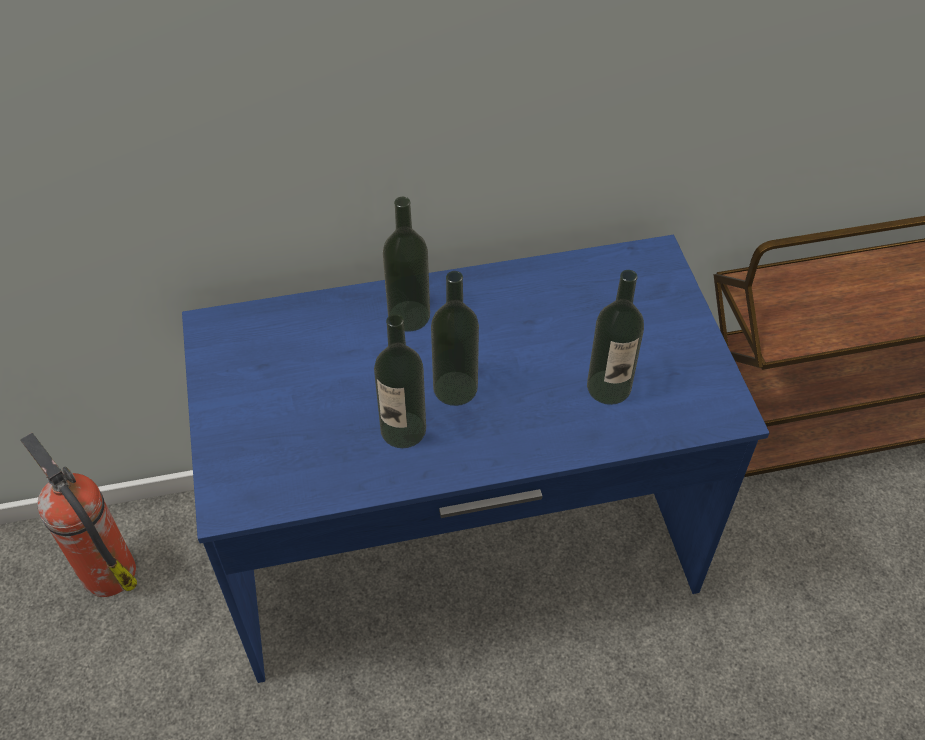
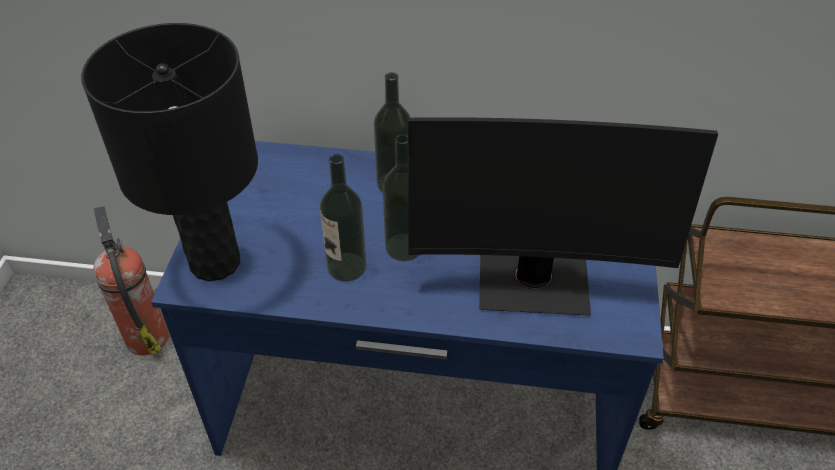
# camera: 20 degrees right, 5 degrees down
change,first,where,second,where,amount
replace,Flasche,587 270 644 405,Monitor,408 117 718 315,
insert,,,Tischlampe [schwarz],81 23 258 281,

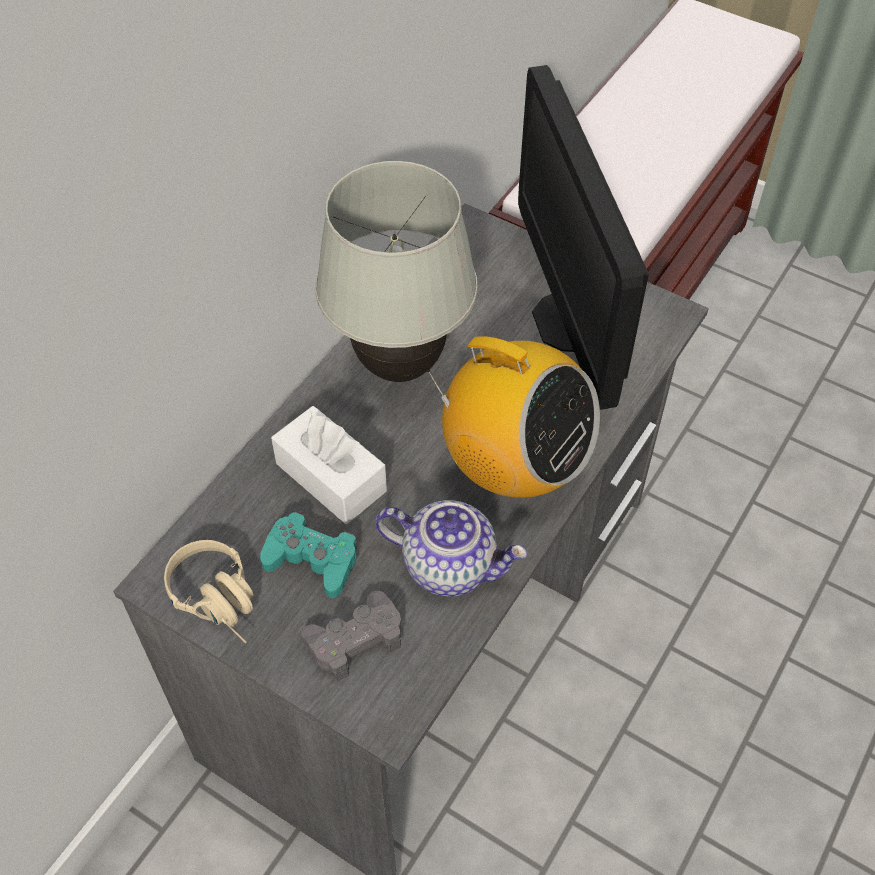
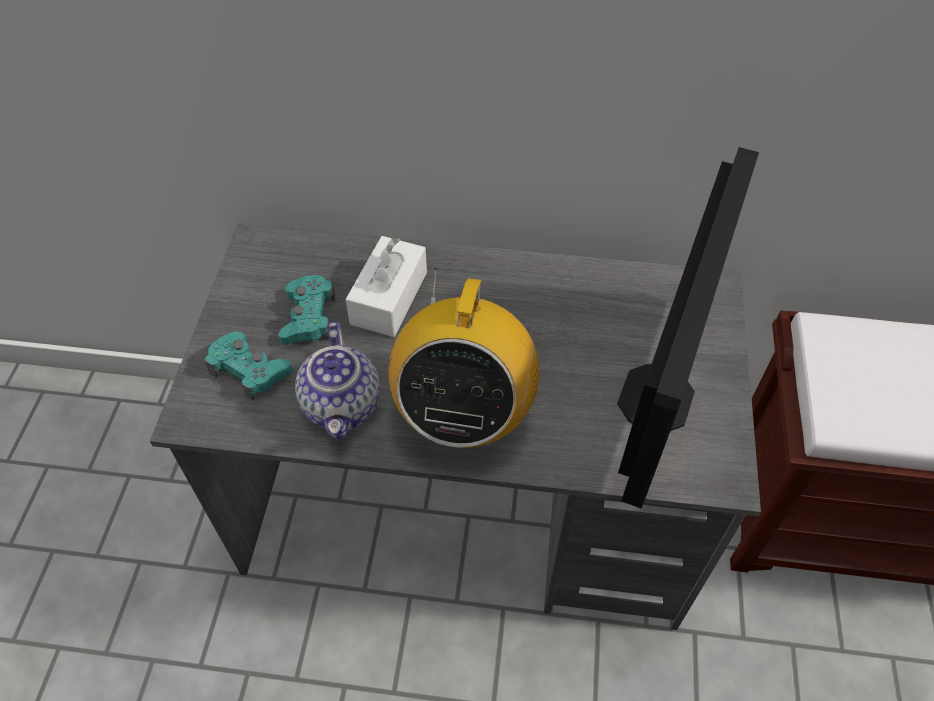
# camera: 65 degrees right, 0 degrees up
change,first,where,second,where,amount
delete,Kopfhörer [beige],164 540 254 644,,,
recolor,Gamepad [grau],302 591 401 681,Gamepad [türkis],205 331 292 401,
delete,Tischlampe [weiß],315 161 478 382,,,
rotate,Monitor,518 65 649 410,,617 147 759 508,150 degrees clockwise

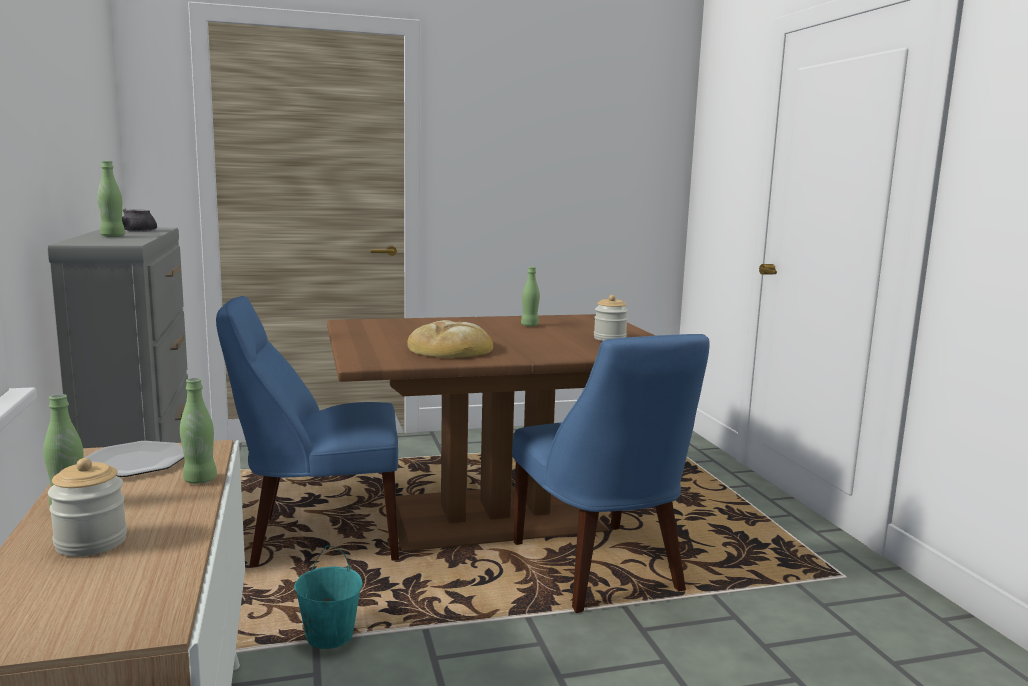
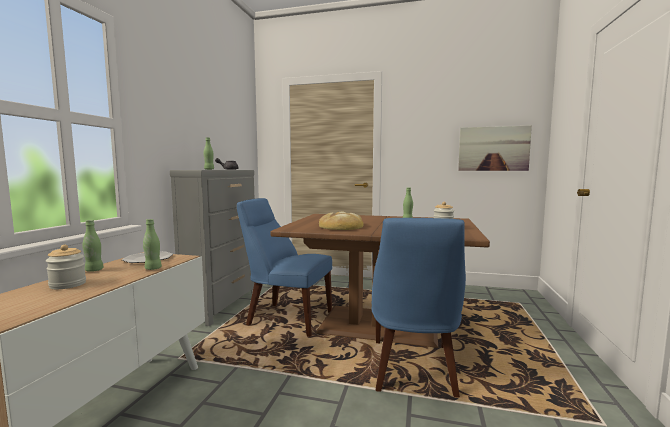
# camera: 30 degrees right, 5 degrees down
change,first,where,second,where,amount
delete,Eimer [türkis],294 546 362 649,,,
insert,,,Bild,458 125 532 171,

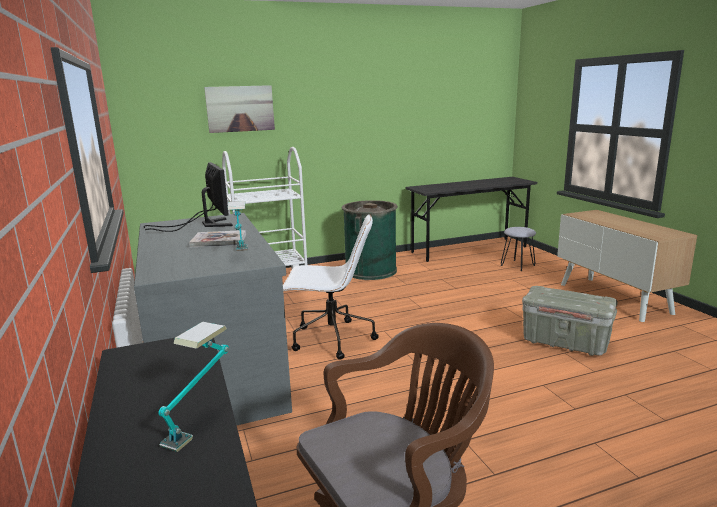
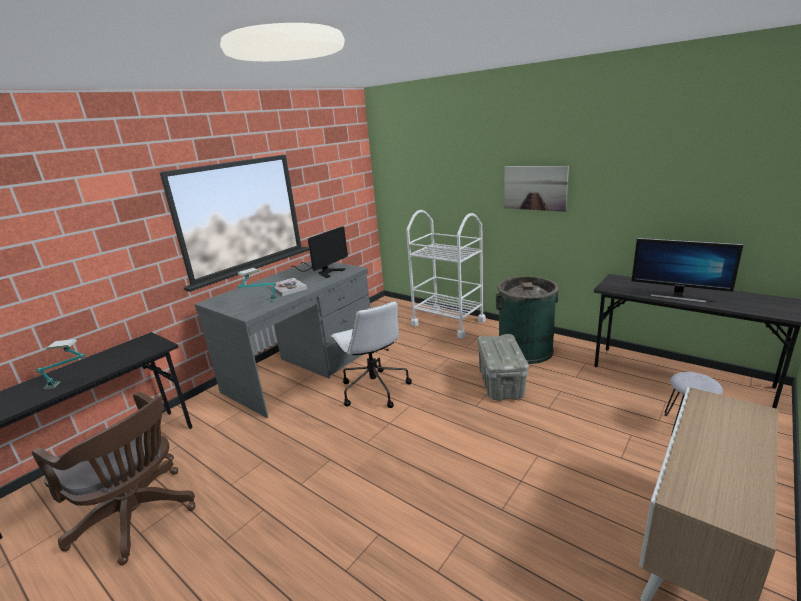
# camera: 60 degrees right, 5 degrees up
change,first,where,second,where,amount
move,Bild,204 85 275 133,,504 166 569 212,
move,Aufbewahrungsbox [grau],522 286 617 356,,477 334 529 401,
insert,,,Monitor,632 238 743 303,

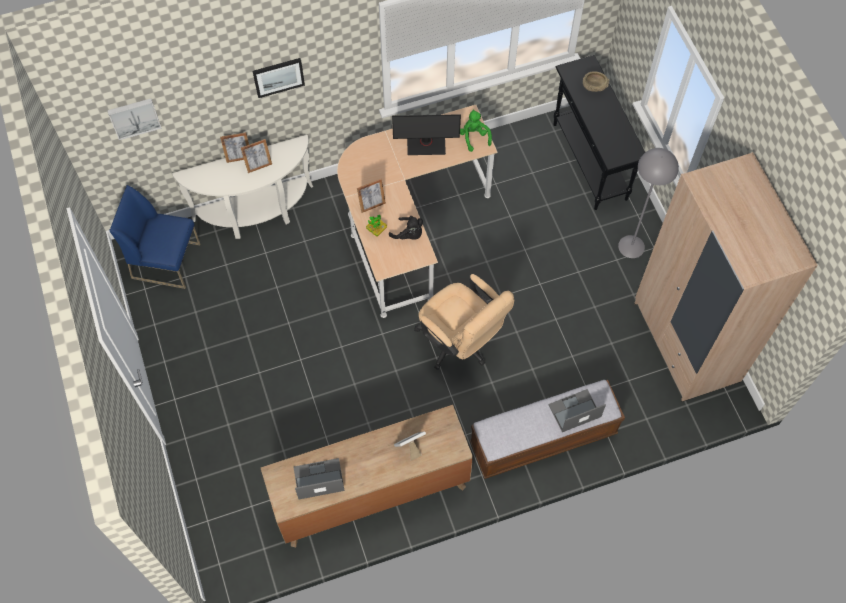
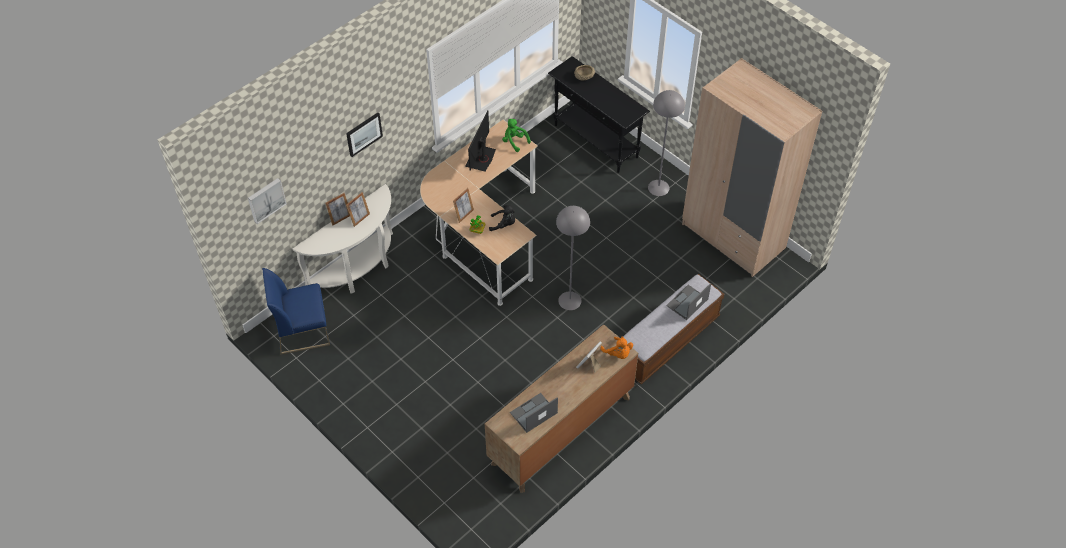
# camera: 25 degrees left, 10 degrees down
change,first,where,second,where,amount
rotate,Monitor,392 114 461 155,,465 110 496 172,135 degrees clockwise
replace,Bürostuhl [beige],414 274 514 370,Stehlampe [grau],556 206 590 310,
insert,,,Plüschtier [orange],601 336 633 359,

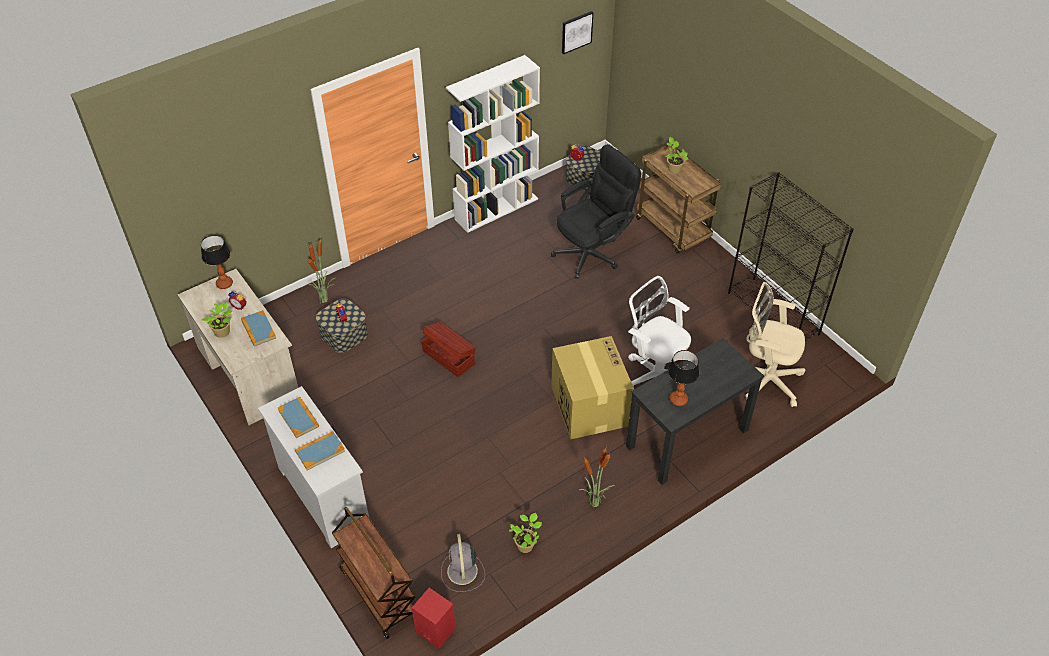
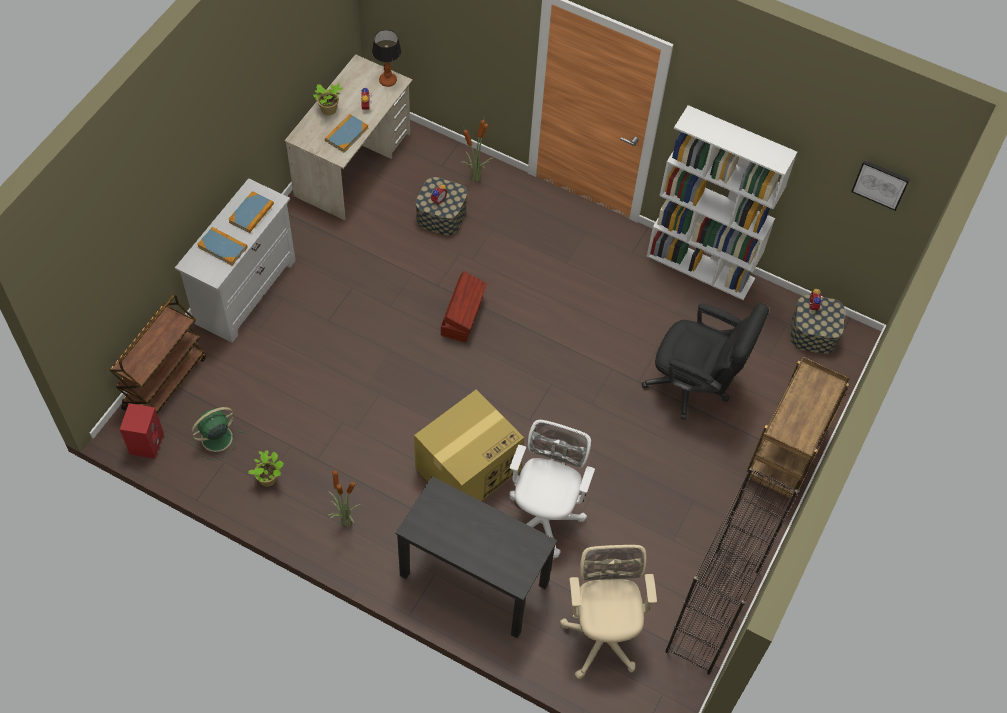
# camera: 60 degrees right, 10 degrees up
change,first,where,second,where,amount
recolor,Ventilator [grau],441 534 485 592,Ventilator [grün],191 407 242 460,
delete,Topfpflanze,666 137 688 174,,,
delete,Tischlampe,668 350 699 406,,,

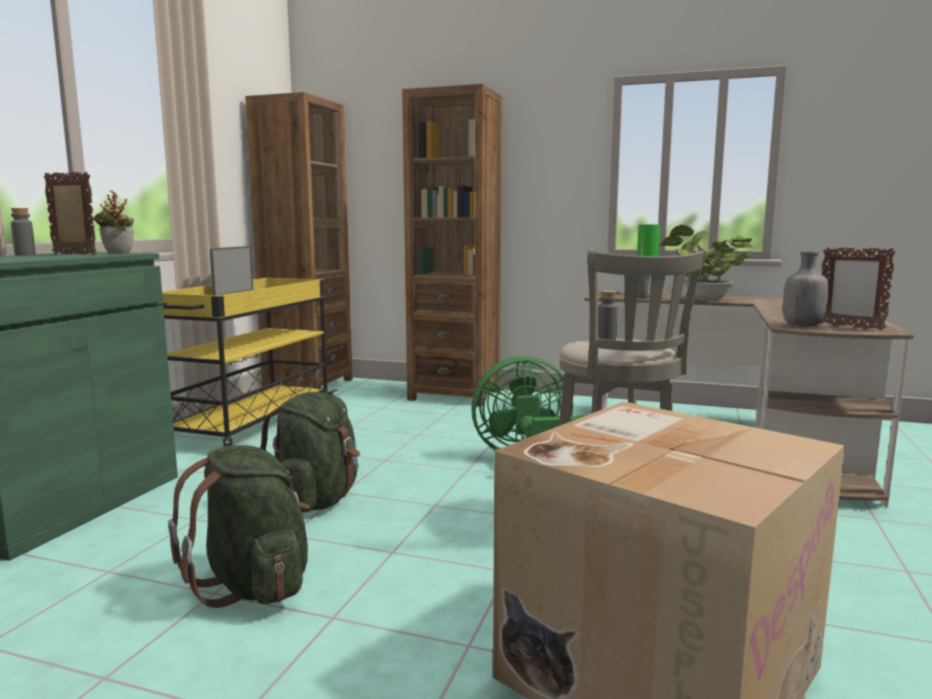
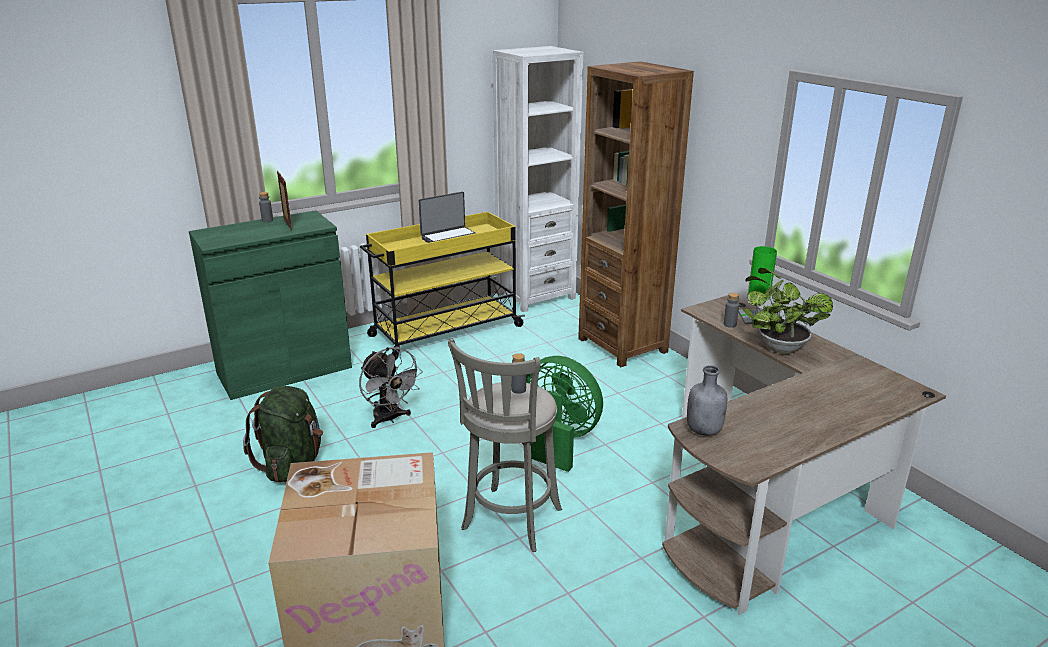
# camera: 40 degrees right, 15 degrees up
change,first,where,second,where,amount
delete,Topfpflanze,93 191 134 254,,,
recolor,Bücherregal [braun],245 92 353 388,Bücherregal [weiß],492 46 583 312,
replace,Rucksack [grün],260 392 360 513,Ventilator [grau],359 347 423 428,
delete,Bilderrahmen,820 247 896 331,,,

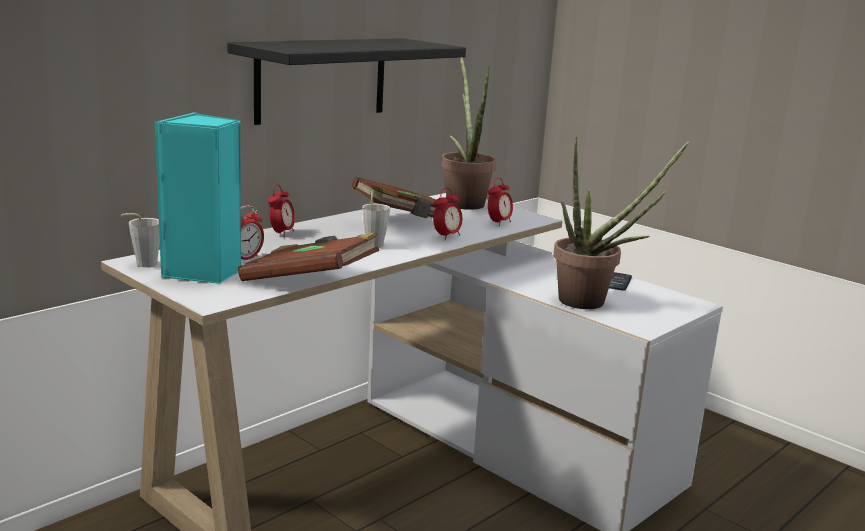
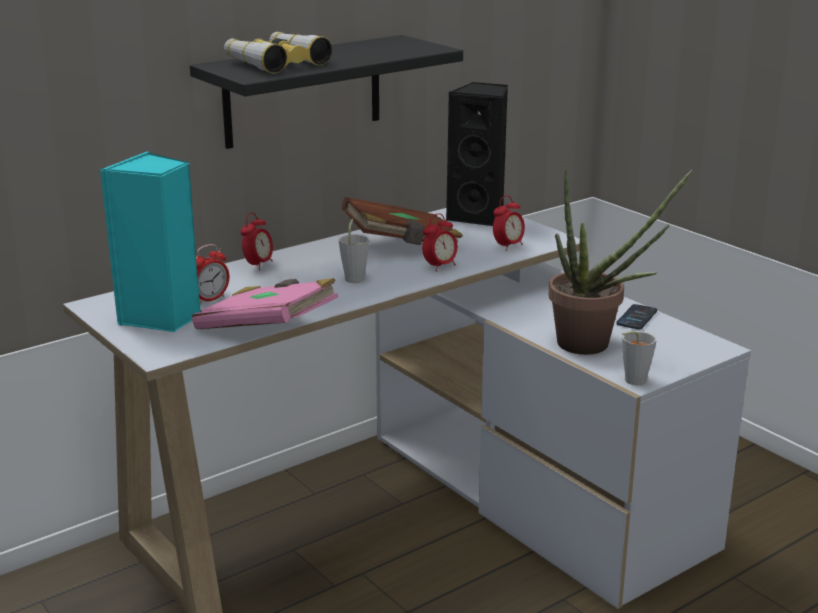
# camera: 10 degrees right, 5 degrees up
change,first,where,second,where,amount
move,Tasse [grau],121 213 160 267,,622 331 657 385,
recolor,Buch [braun],238 232 379 281,Buch [rosa],192 278 338 329,
replace,Topfpflanze,441 57 497 210,Lautsprecher [schwarz],446 82 508 226,
insert,,,Fernglas,224 32 332 73,

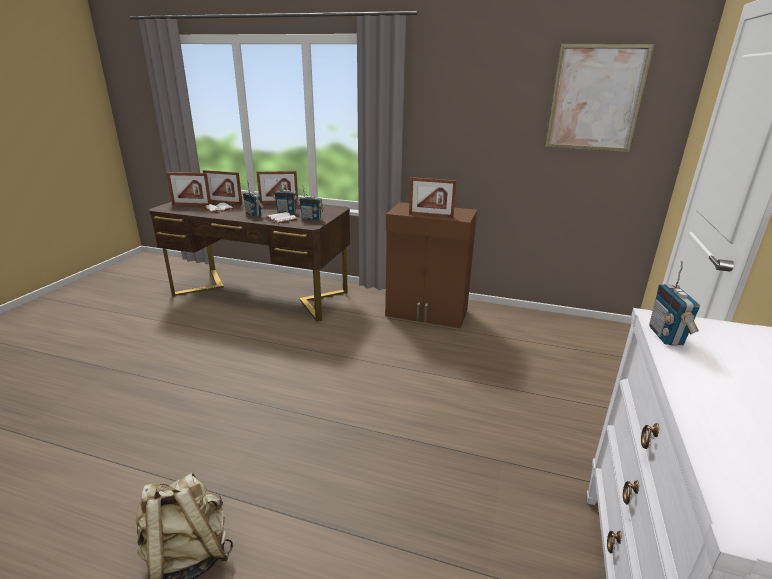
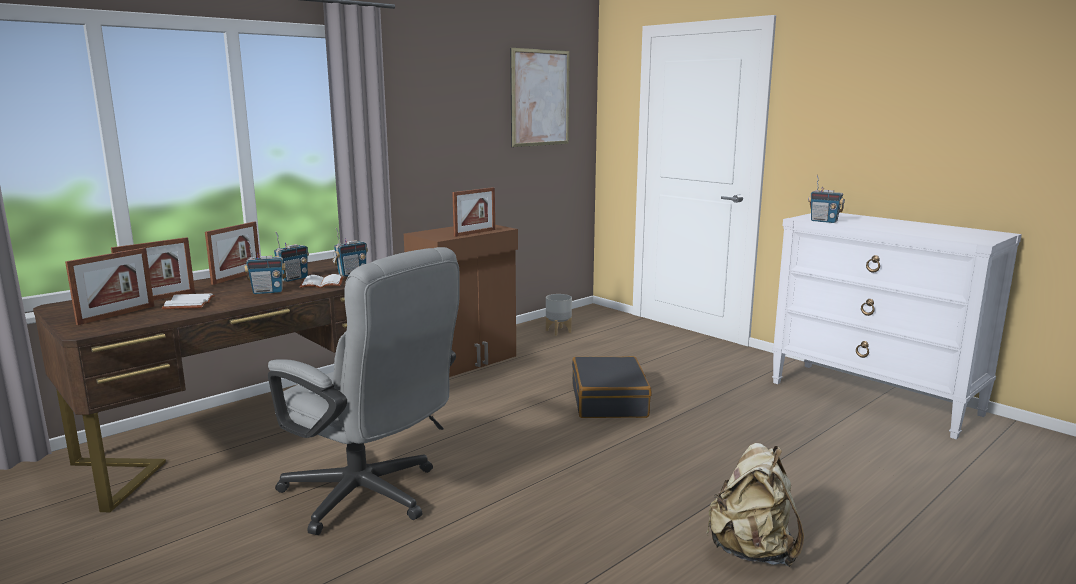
# camera: 60 degrees left, 10 degrees down
change,first,where,second,where,amount
insert,,,Bürostuhl [grau],268 247 460 535,
insert,,,Pflanzkübel [grau],546 294 572 336,
insert,,,Koffer [schwarz],572 356 652 418,

